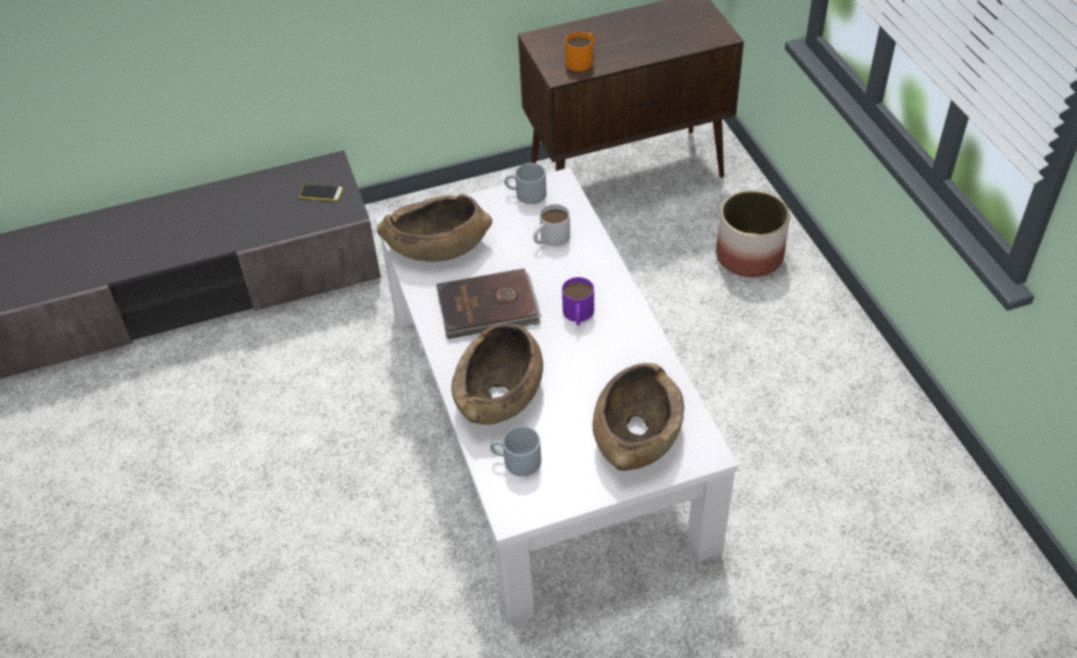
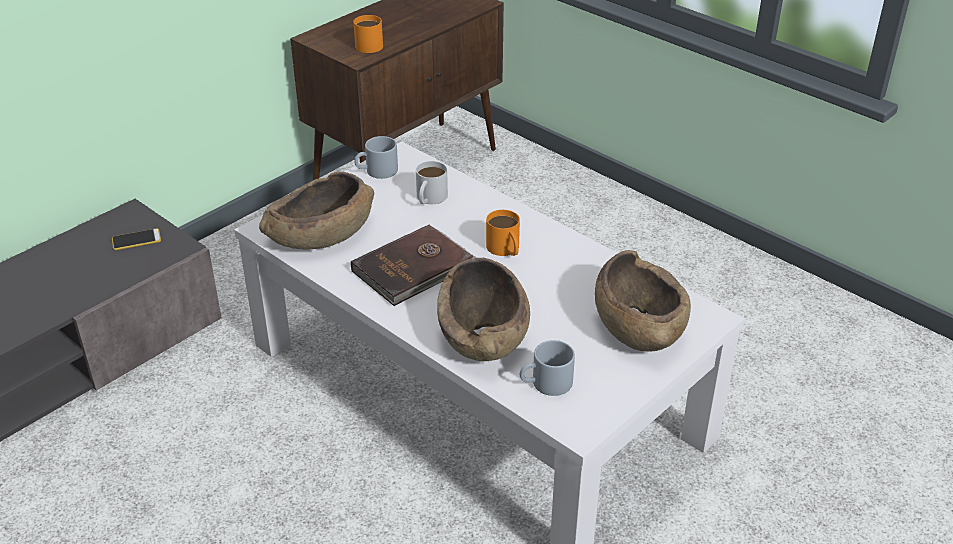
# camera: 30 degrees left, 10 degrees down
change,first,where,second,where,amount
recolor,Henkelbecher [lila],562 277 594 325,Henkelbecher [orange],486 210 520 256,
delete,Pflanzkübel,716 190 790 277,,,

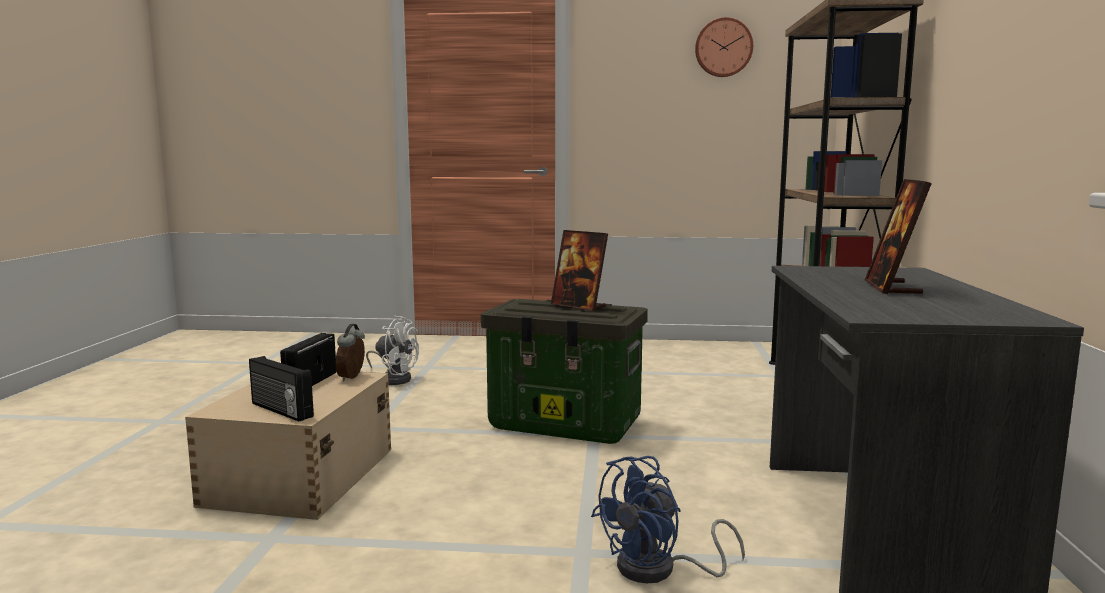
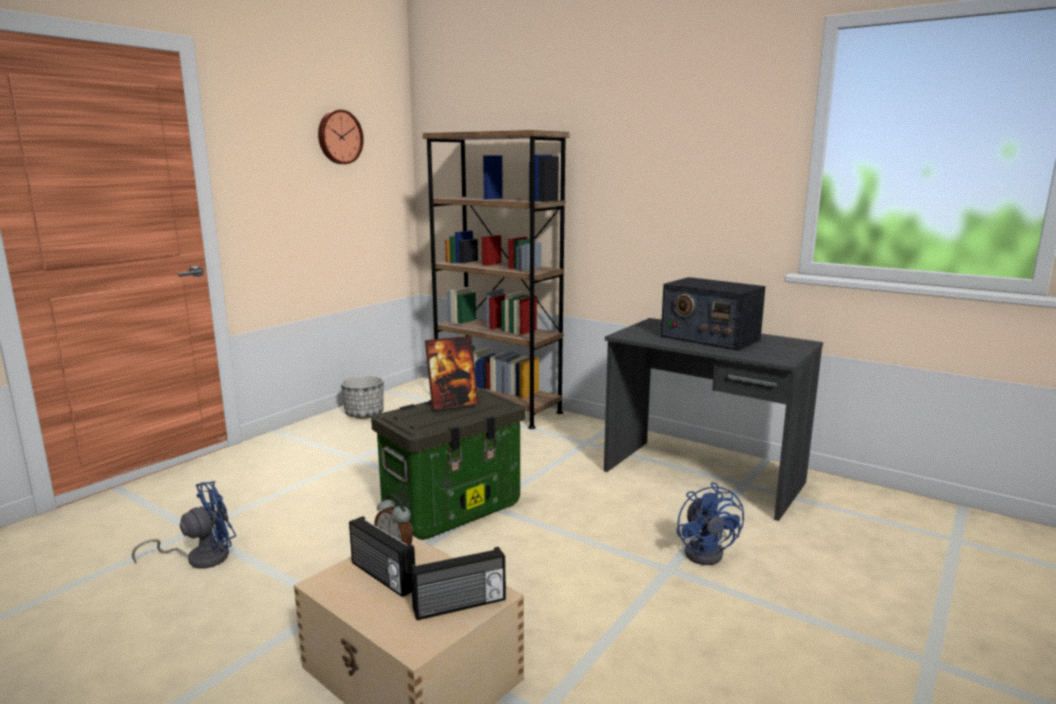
# camera: 60 degrees left, 5 degrees up
change,first,where,second,where,amount
recolor,Ventilator [weiß],366 316 419 385,Ventilator [blau],132 481 236 569,
replace,Bilderrahmen,865 179 932 294,Radio,661 277 766 351,
insert,,,Pflanzkübel,341 375 384 419,

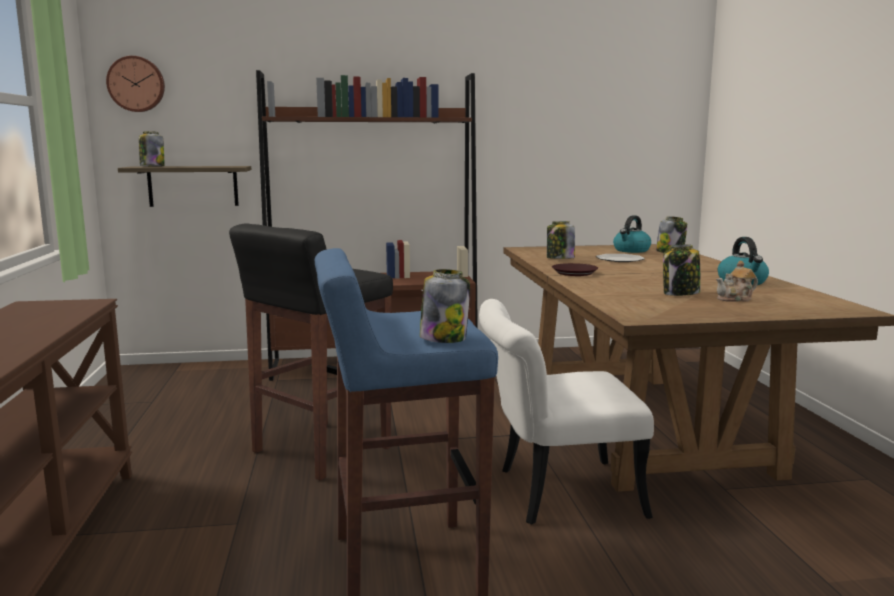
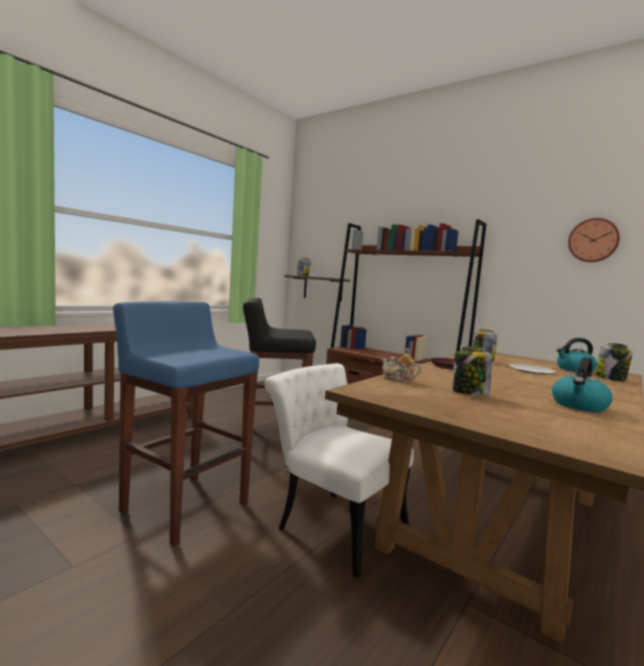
# camera: 45 degrees right, 5 degrees down
change,first,where,second,where,amount
move,Wanduhr,106 56 165 112,,568 218 620 262,
delete,Vorratsglas,420 269 470 343,,,
move,Teekanne,716 261 758 302,,382 348 422 383,

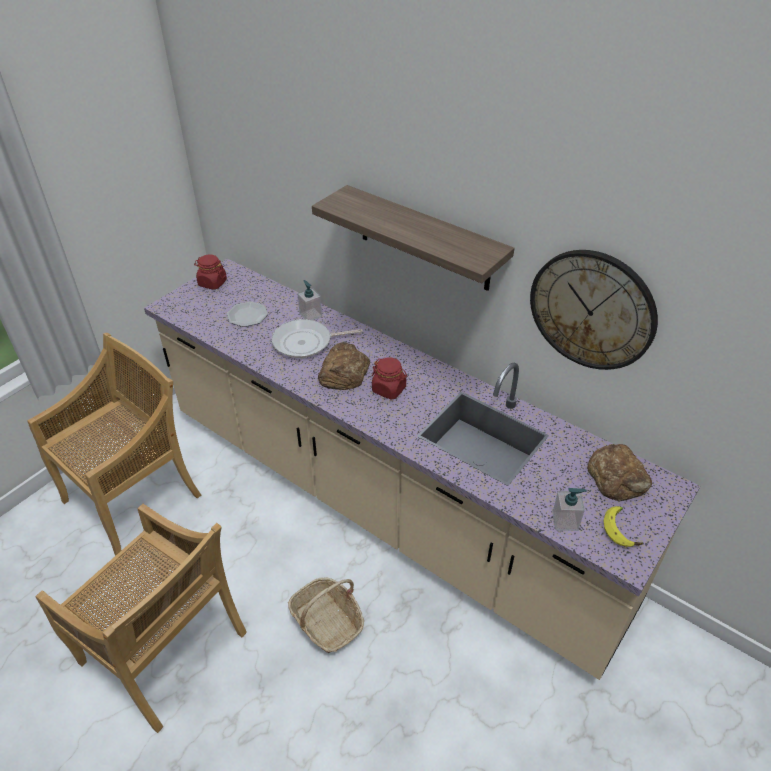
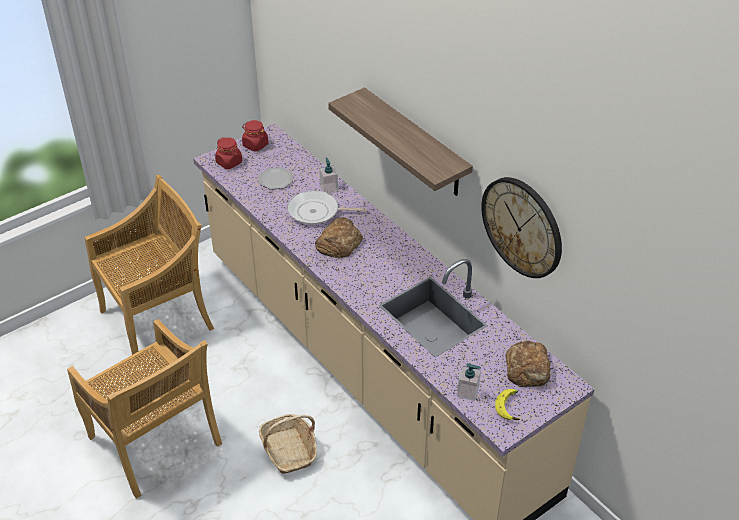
# camera: 15 degrees right, 0 degrees up
change,first,where,second,where,amount
move,Vorratsglas [rot],372 357 407 400,,215 137 242 169,

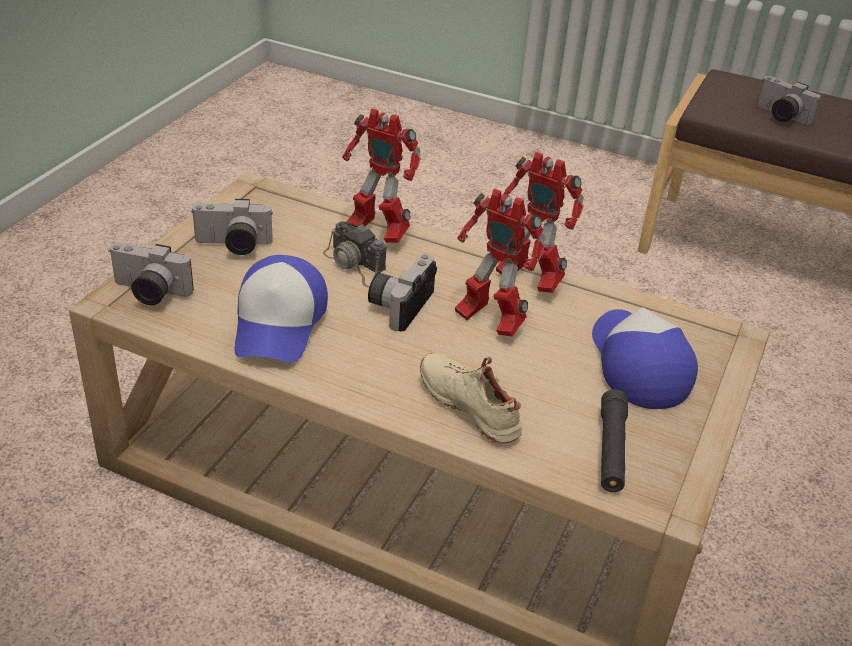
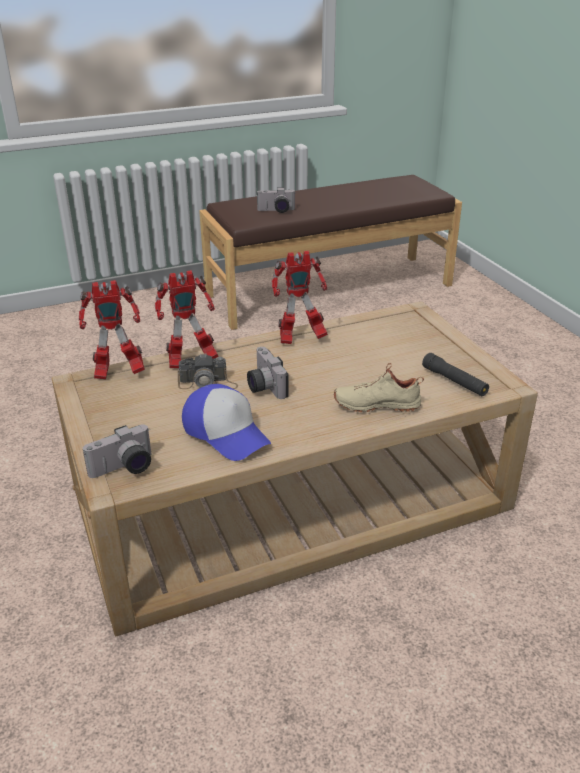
# camera: 45 degrees left, 5 degrees down
change,first,where,second,where,amount
delete,Kamera,191 199 273 255,,,
move,Spielzeugroboter,455 188 545 337,,79 280 145 379,
delete,Kappe,592 307 698 409,,,

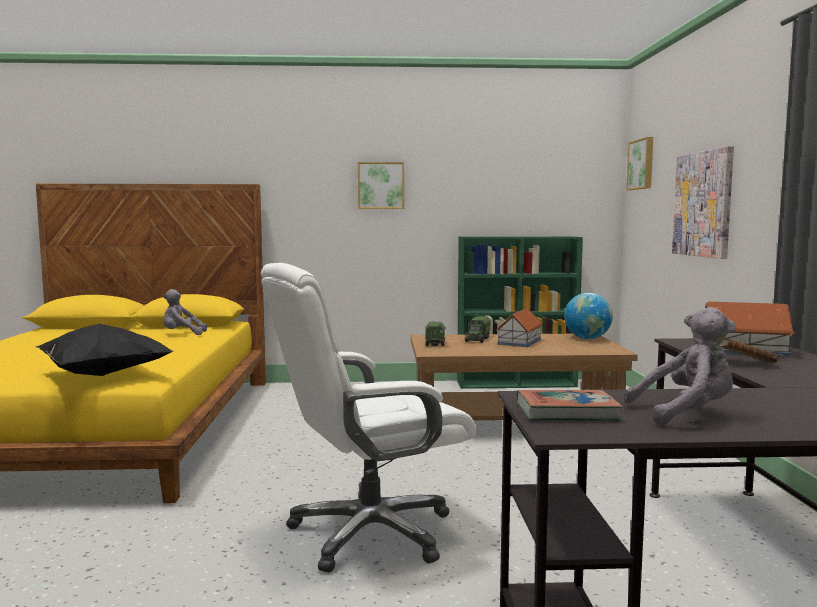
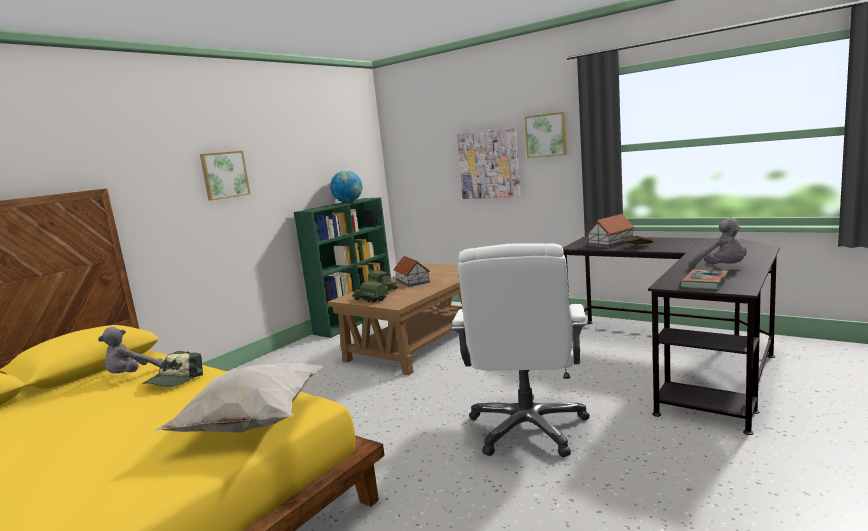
# camera: 50 degrees left, 5 degrees up
change,first,where,second,where,amount
recolor,Kissen [schwarz],36 324 174 376,Kissen [weiß],154 364 323 432,
move,Globus,564 293 613 339,,330 170 362 203,
rotate,Plüschtier [grau],624 307 737 426,,689 218 747 269,120 degrees clockwise
move,Bild,626 137 653 190,,524 112 567 158,
insert,,,Kappe,142 351 203 387,

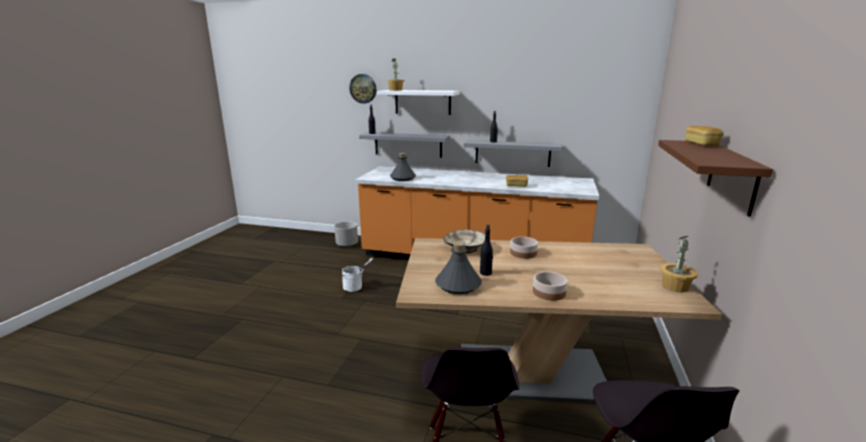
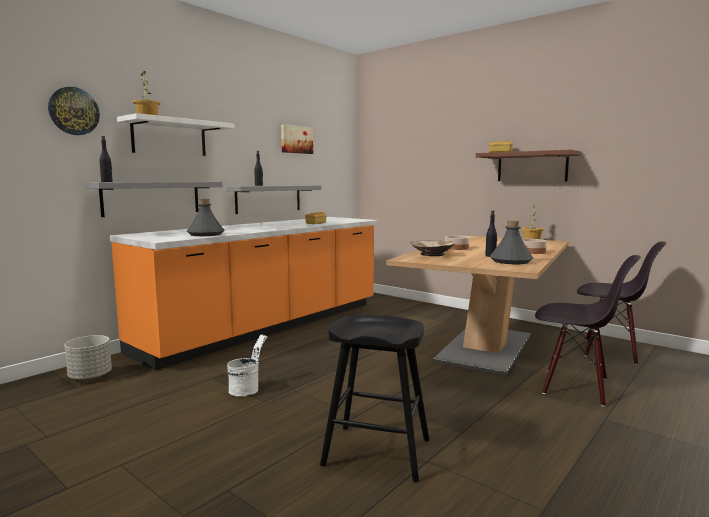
# camera: 65 degrees left, 10 degrees down
change,first,where,second,where,amount
insert,,,Bild,281 124 313 154,
insert,,,Hocker [schwarz],320 315 429 482,

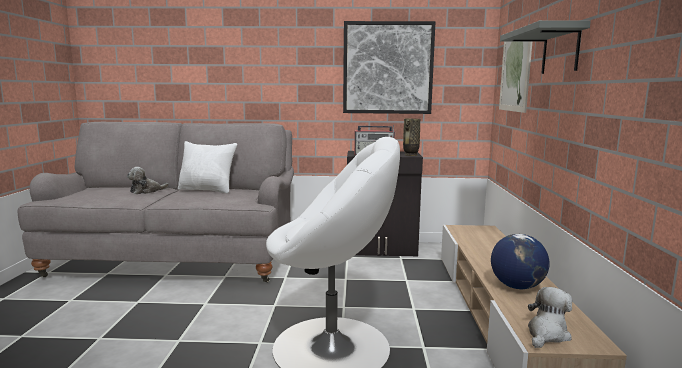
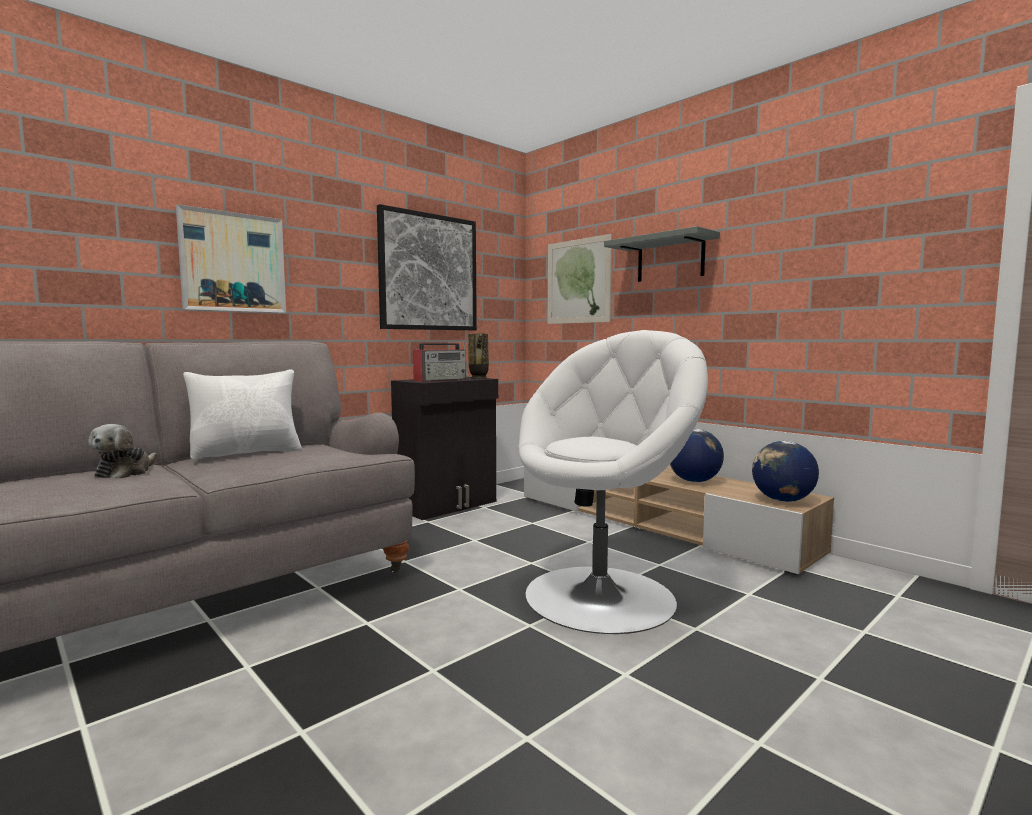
# camera: 45 degrees left, 5 degrees down
change,first,where,second,where,amount
replace,Plüschtier,528 287 572 348,Globus,752 441 819 502,
insert,,,Bild,176 204 286 313,

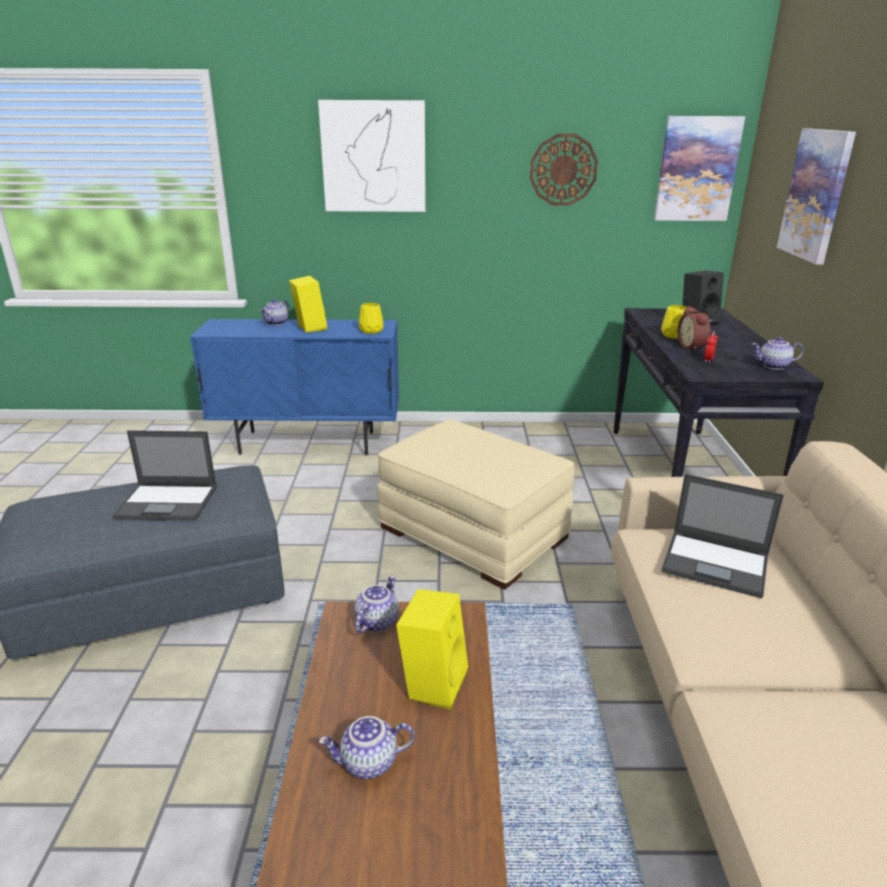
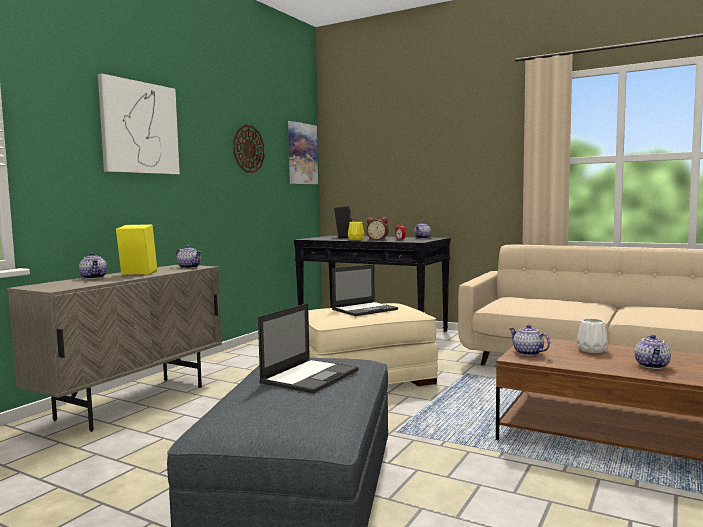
# camera: 60 degrees left, 20 degrees down
change,first,where,second,where,amount
recolor,Schrank [blau],190 319 399 456,Schrank [beige],7 265 222 432,
replace,Vase [gelb],359 303 384 334,Teekanne,176 245 201 269,
replace,Lautsprecher [gelb],396 589 468 710,Vase [weiß],577 318 608 353,
move,Laptop,662 474 784 598,,332 264 398 316,
delete,Bild,777 129 856 265,,,

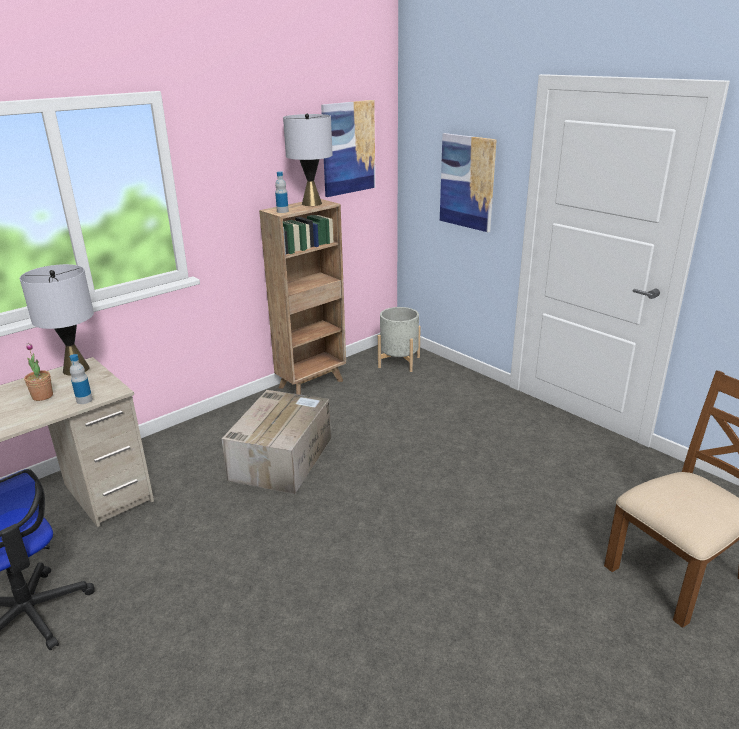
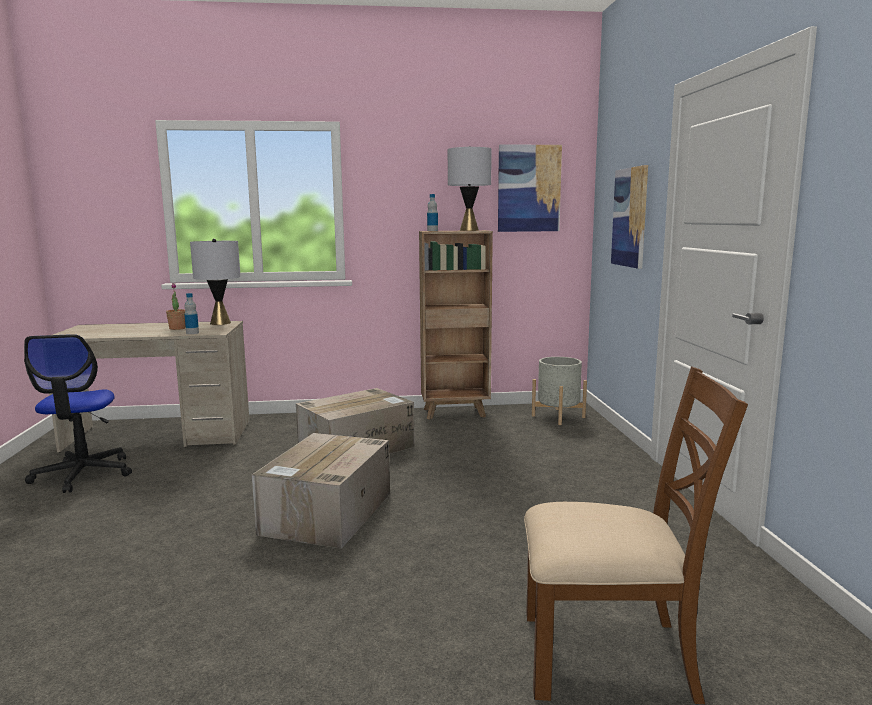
# camera: 35 degrees right, 15 degrees down
change,first,where,second,where,amount
insert,,,Karton,252 433 390 549,

